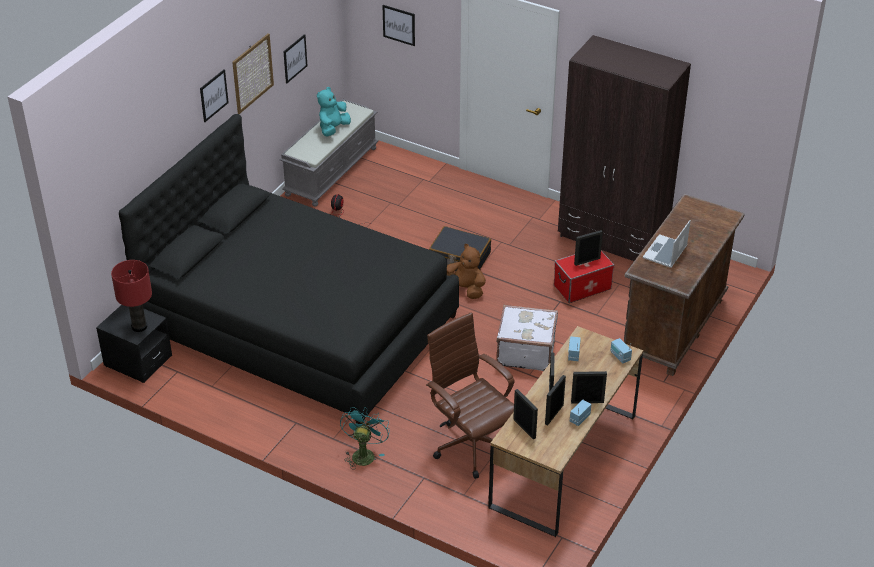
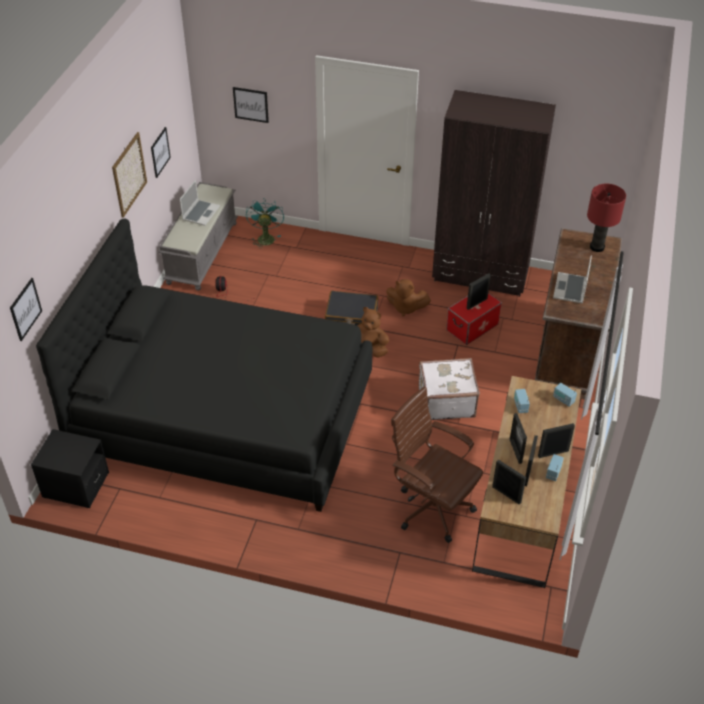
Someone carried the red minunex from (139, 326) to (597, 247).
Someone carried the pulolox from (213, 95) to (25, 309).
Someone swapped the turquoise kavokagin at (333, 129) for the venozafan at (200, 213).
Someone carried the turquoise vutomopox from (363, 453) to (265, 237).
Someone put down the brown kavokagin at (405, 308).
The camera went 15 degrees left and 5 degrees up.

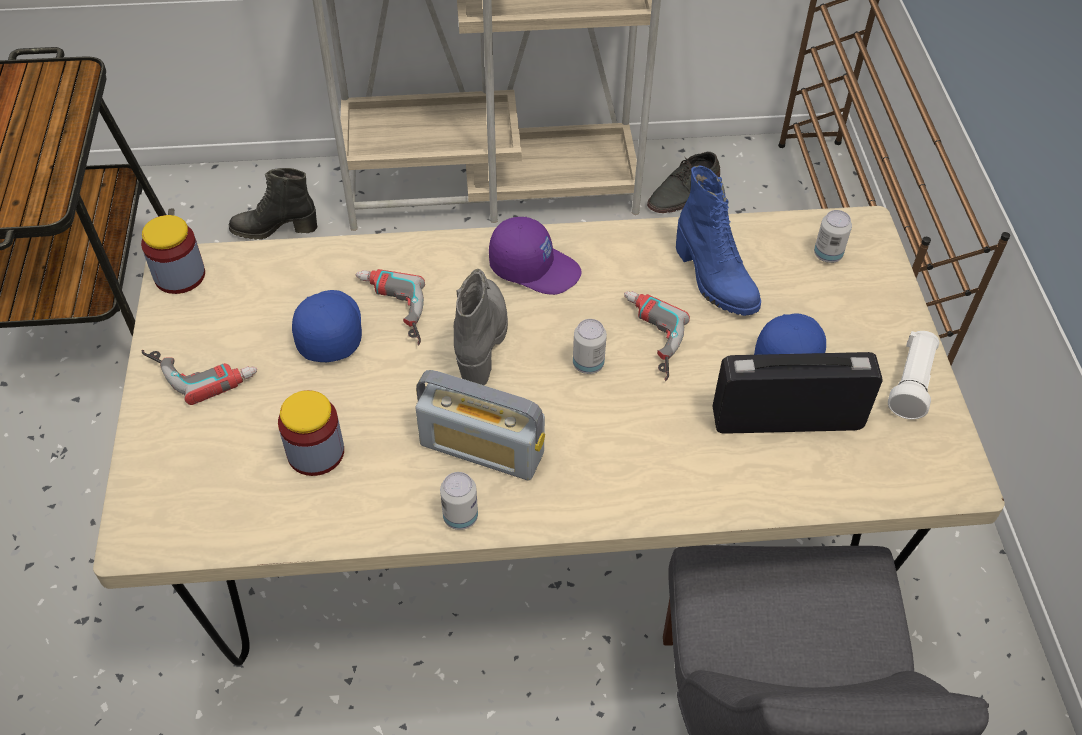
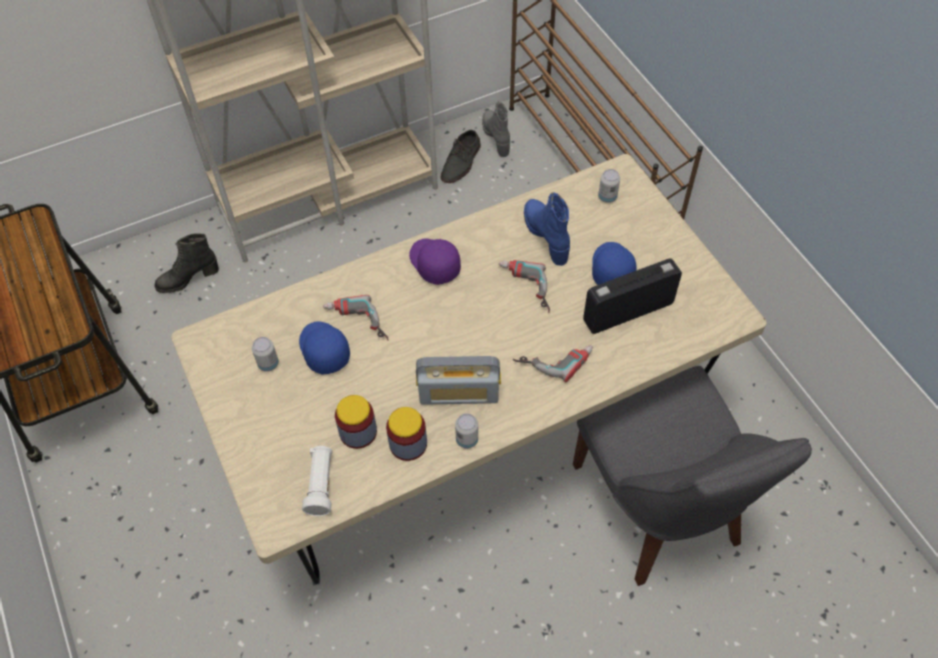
Someone carried the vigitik from (180, 276) to (408, 444).
Someone carried the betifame from (202, 368) to (554, 357).
Someone carried the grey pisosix from (482, 341) to (497, 137).
Someone rotated the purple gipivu at (535, 267) by 120 degrees counterclockwise.
Someone carried the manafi from (588, 364) to (268, 364).
Someone rotated the blue pisosix at (713, 280) by 150 degrees counterclockwise.
Someone carried the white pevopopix from (911, 384) to (321, 485).
The camera went 20 degrees left and 5 degrees up.

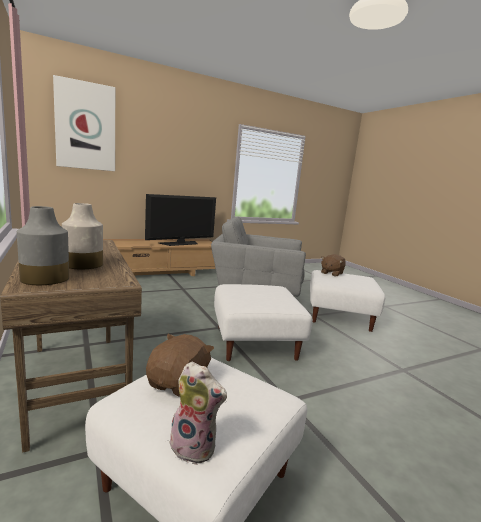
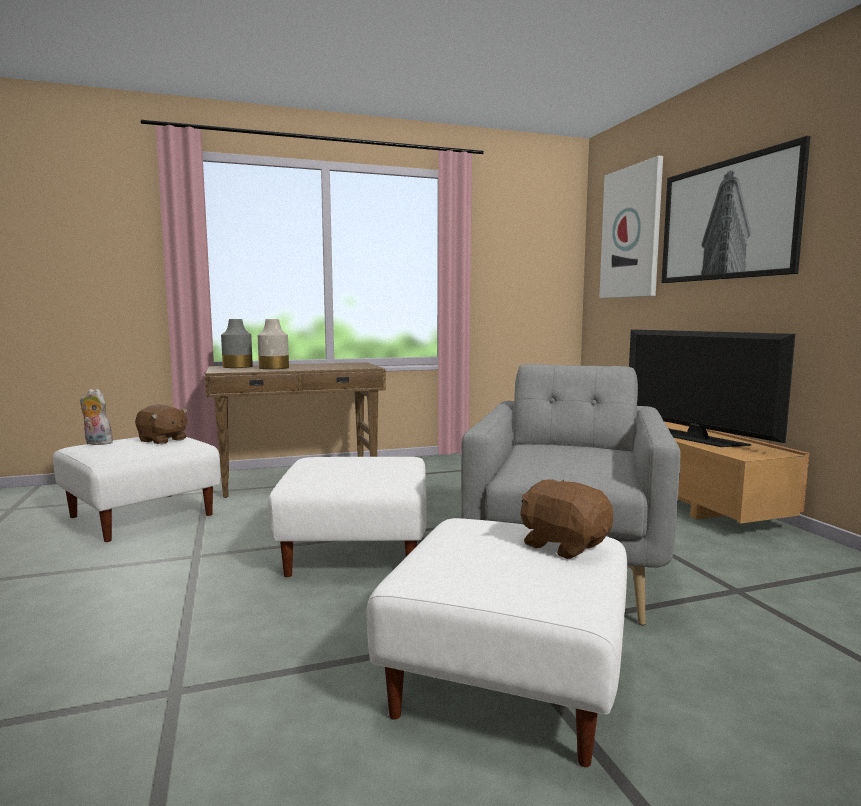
Someone rotated the kavokagin at (195, 446) by 75 degrees clockwise.
Someone put up the pulolox at (728, 220).
The camera went 100 degrees right and 5 degrees down.

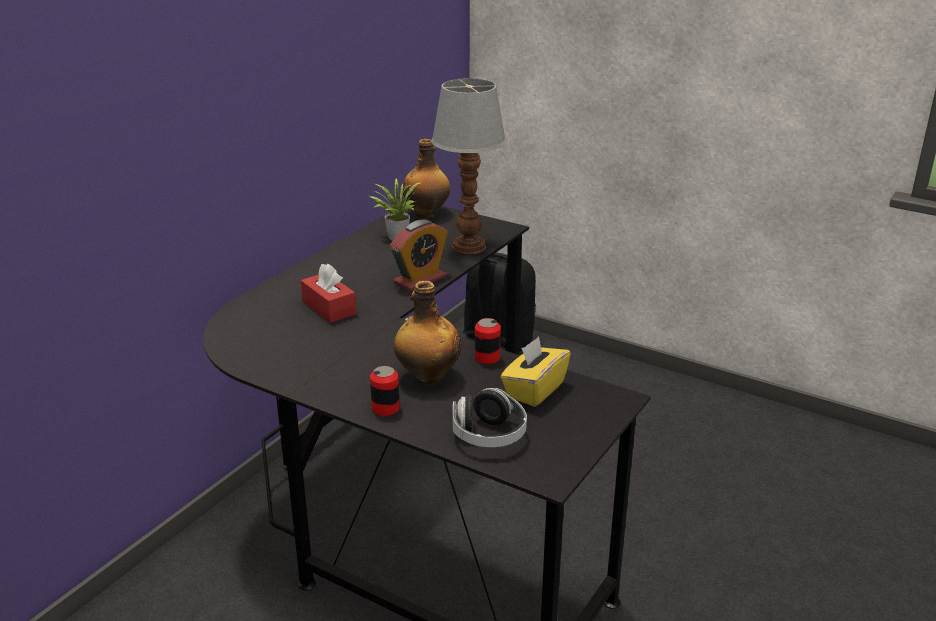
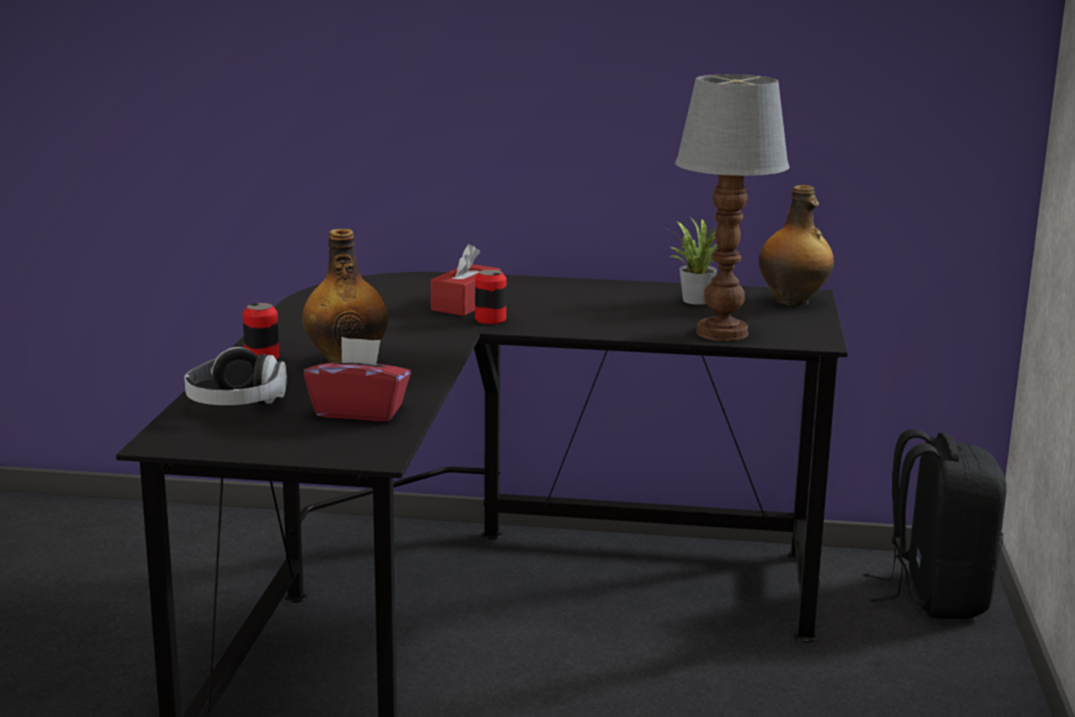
Someone took away the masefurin at (420, 280).
Someone carried the manafi from (487, 358) to (490, 320).
Someone repainted the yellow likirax at (534, 390), which became the red likirax at (359, 412).
The camera went 65 degrees right and 10 degrees down.

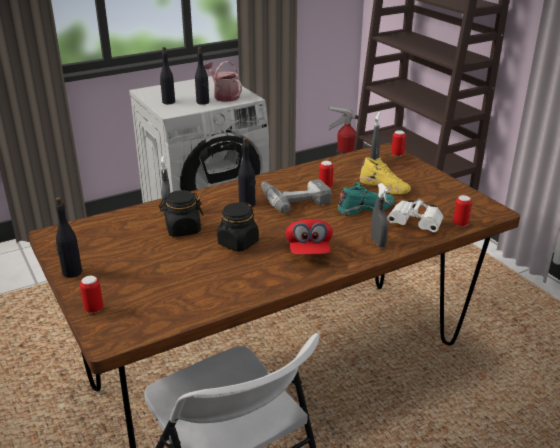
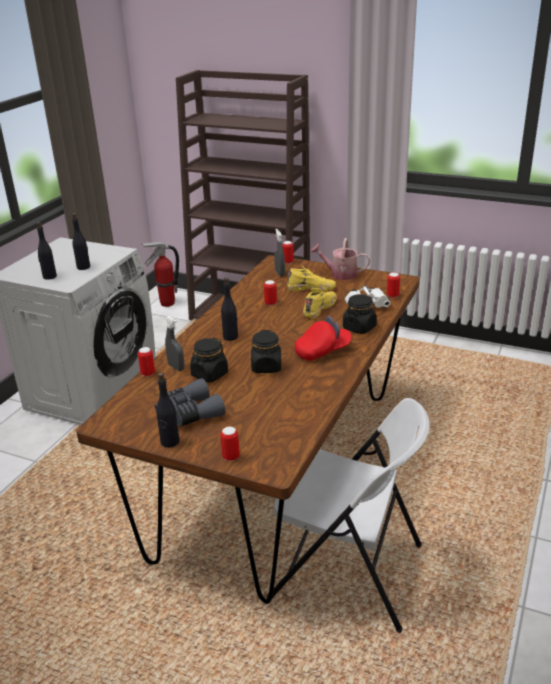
Someone carried the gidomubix from (224, 96) to (340, 274).
Someone took away the betifame at (294, 198).
Someone rotated the red gipivu at (308, 250) by 75 degrees counterclockwise.
Someone repainted the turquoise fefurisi at (365, 208), which became the yellow fefurisi at (319, 308).
Someone swapped the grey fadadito at (378, 242) for the black vigitik at (359, 327).
Someone put down the manafi at (148, 373).
Someone put down the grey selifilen at (188, 413).
The camera went 35 degrees left and 0 degrees up.

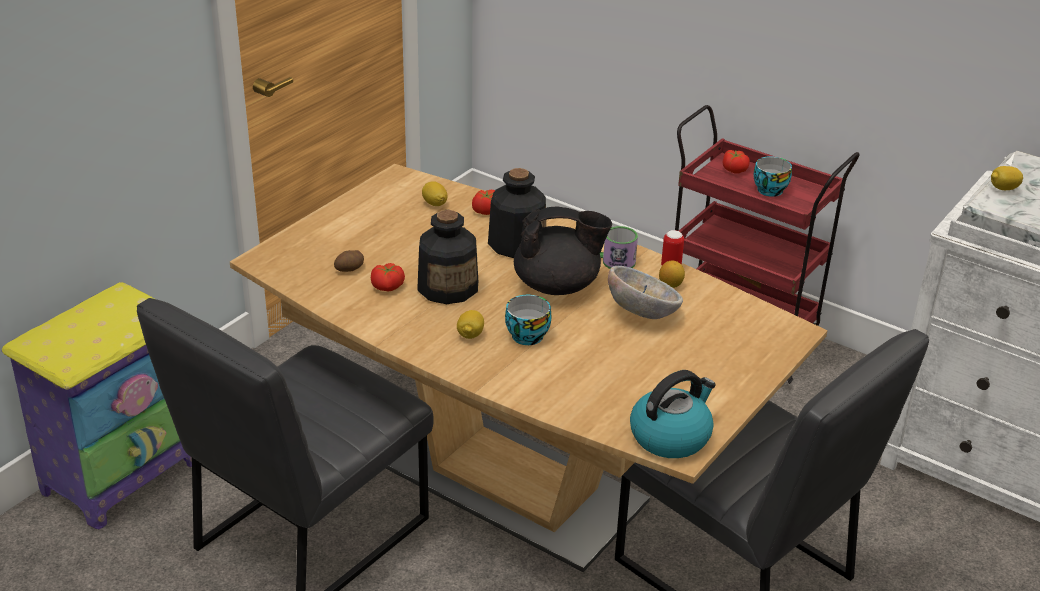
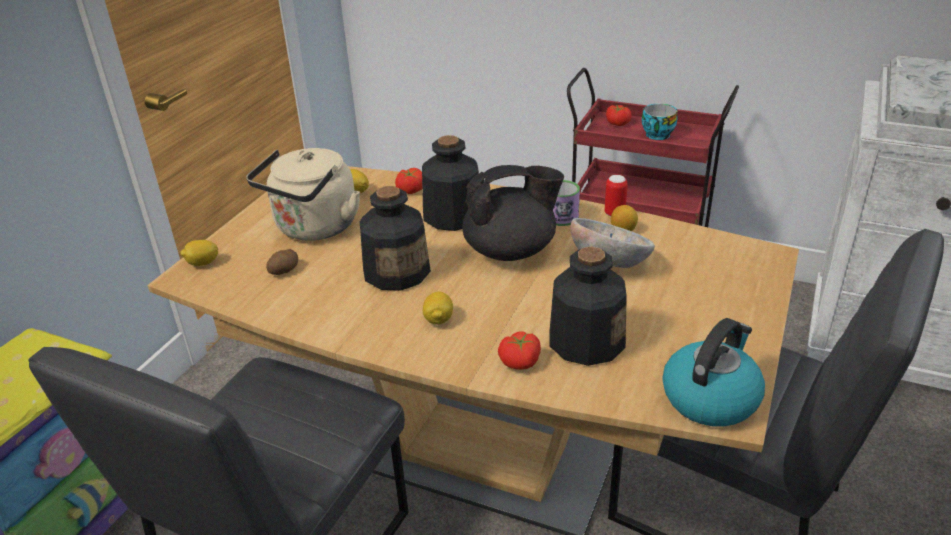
Someone carried the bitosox from (388, 287) to (520, 362).
Someone took away the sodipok at (526, 334).
Someone carried the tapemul from (1003, 188) to (203, 263).
Someone put down the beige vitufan at (314, 228).
Someone put down the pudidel at (585, 341).
The camera went 10 degrees left and 0 degrees up.

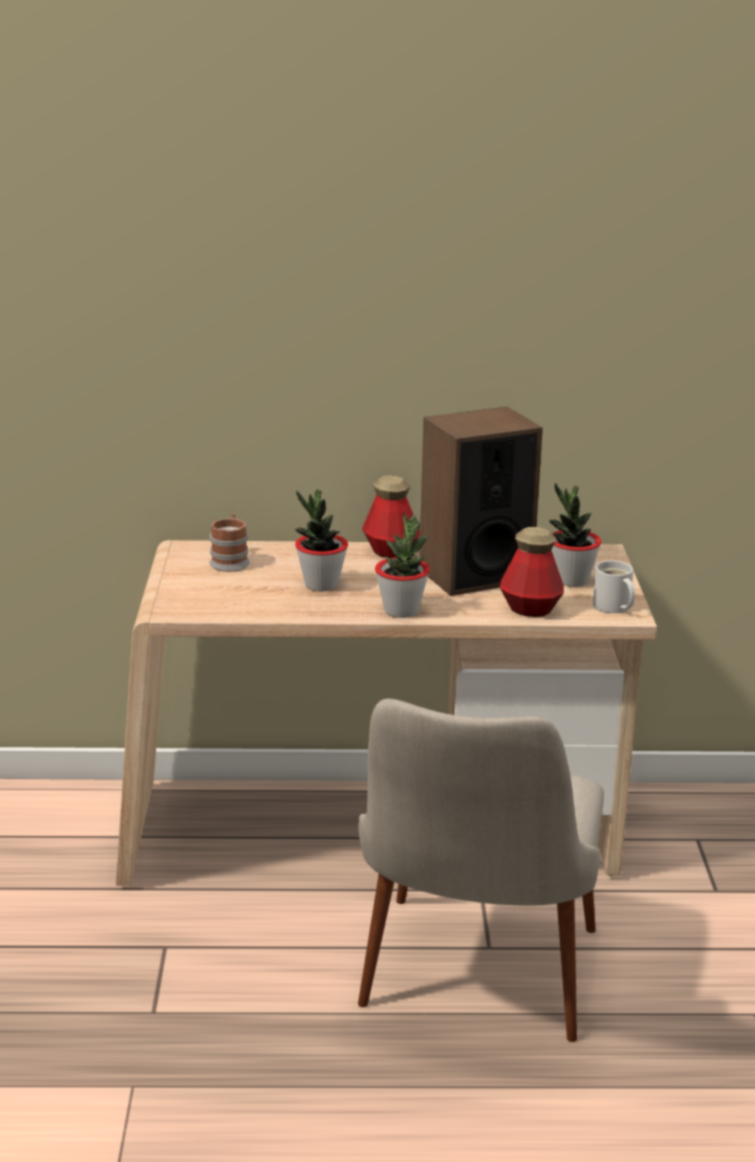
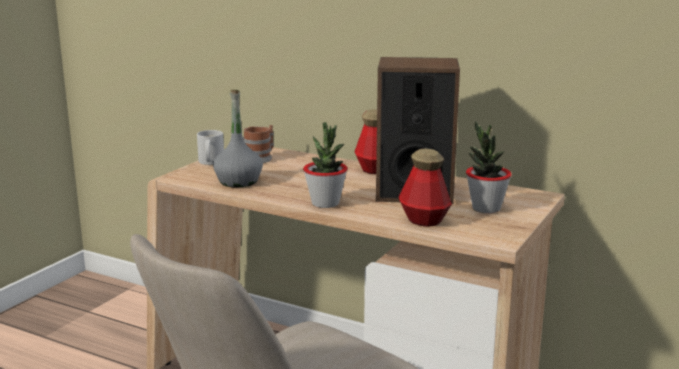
Someone took away the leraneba at (321, 585).
Someone carried the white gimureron from (612, 607) to (210, 162).
Someone put down the grey pudidel at (238, 181).
The camera went 30 degrees right and 5 degrees down.

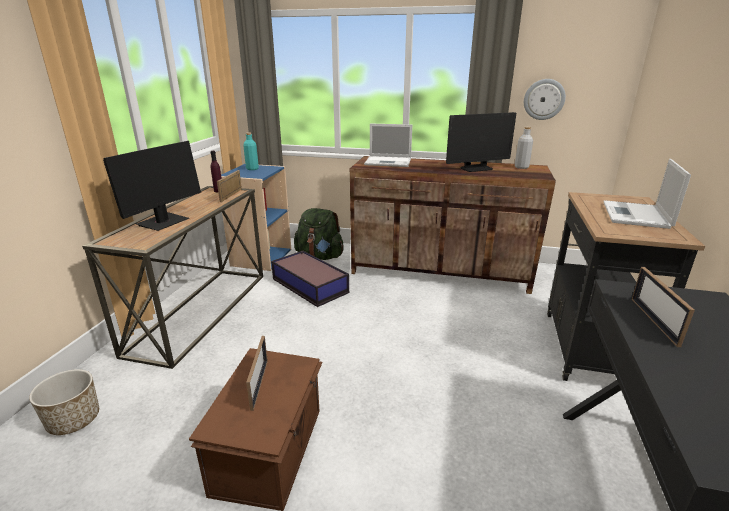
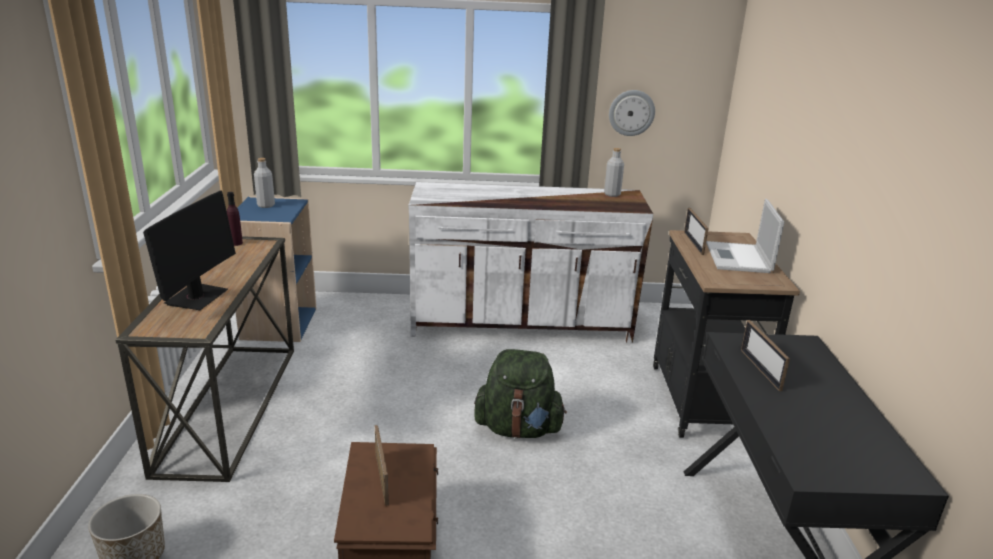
Someone carried the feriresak from (231, 195) to (693, 243).
Someone repainted the turquoise pudidel at (252, 169), which became the grey pudidel at (266, 205).
Someone took away the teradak at (309, 285).
Someone carried the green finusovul from (320, 256) to (518, 429).
Someone repainted the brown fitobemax at (441, 272), which became the white fitobemax at (522, 324).
Someone took away the venozafan at (389, 162).
Someone took away the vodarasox at (476, 168).
The camera went 15 degrees left and 0 degrees up.

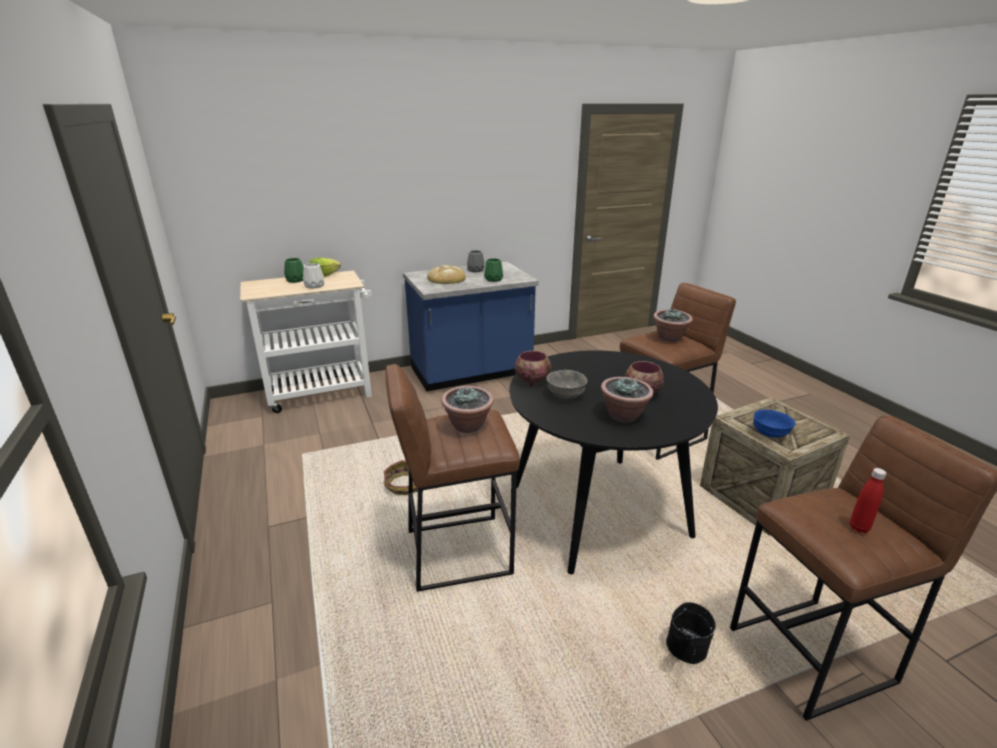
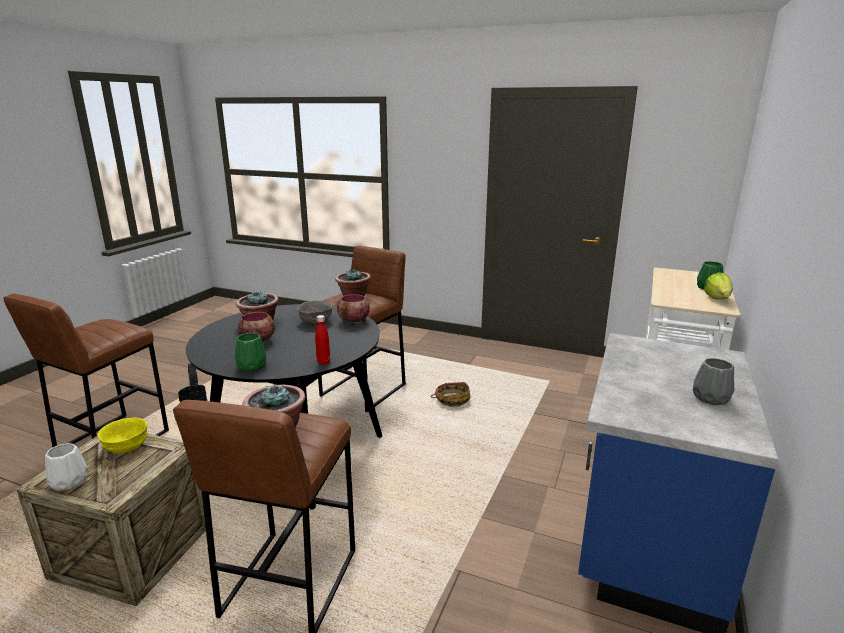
Someone carried the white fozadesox from (315, 286) to (69, 482).
Someone took away the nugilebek at (447, 278).
Someone carried the green fozadesox from (494, 279) to (251, 366).
Someone repainted the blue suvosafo at (769, 434), which became the yellow suvosafo at (127, 447).
Someone carried the red pudidel from (859, 528) to (323, 362).
The camera went 135 degrees right and 5 degrees down.

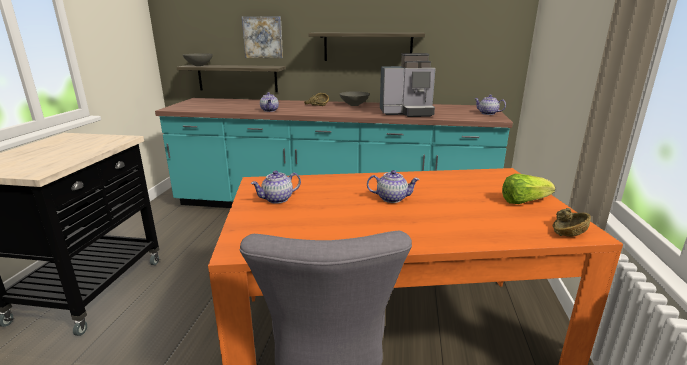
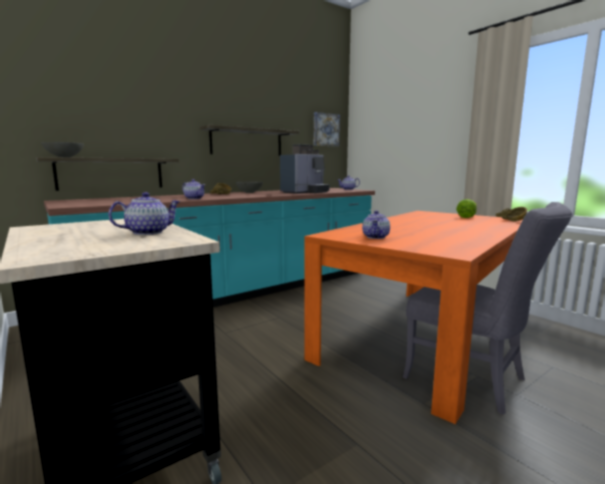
Someone carried the pulolox from (263, 37) to (325, 130).
Someone carried the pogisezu from (392, 198) to (148, 232).
The camera went 45 degrees left and 10 degrees down.

